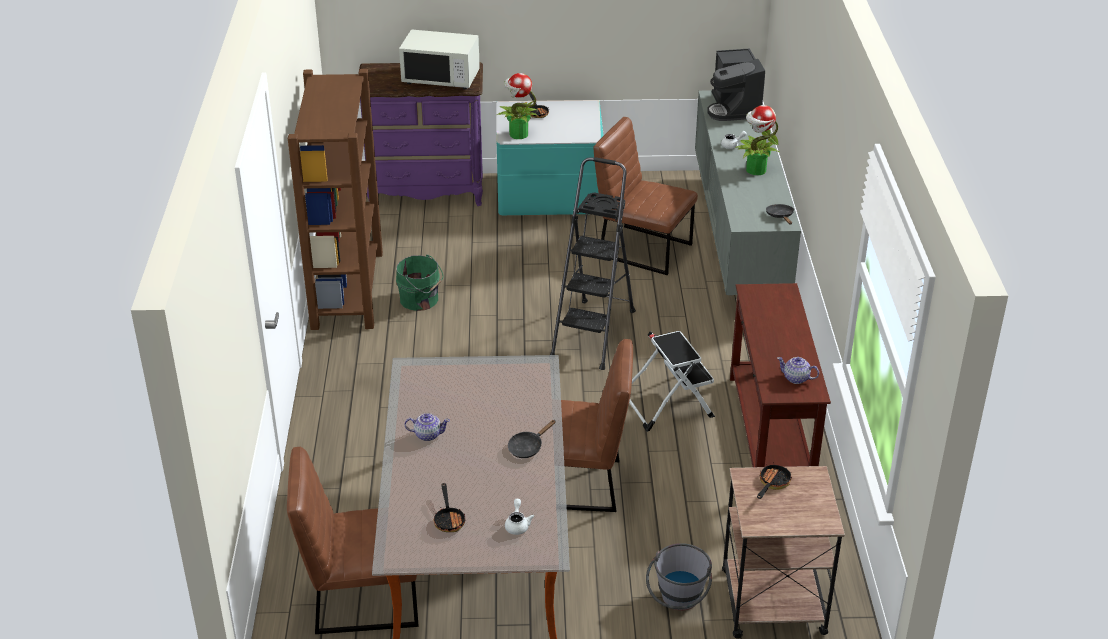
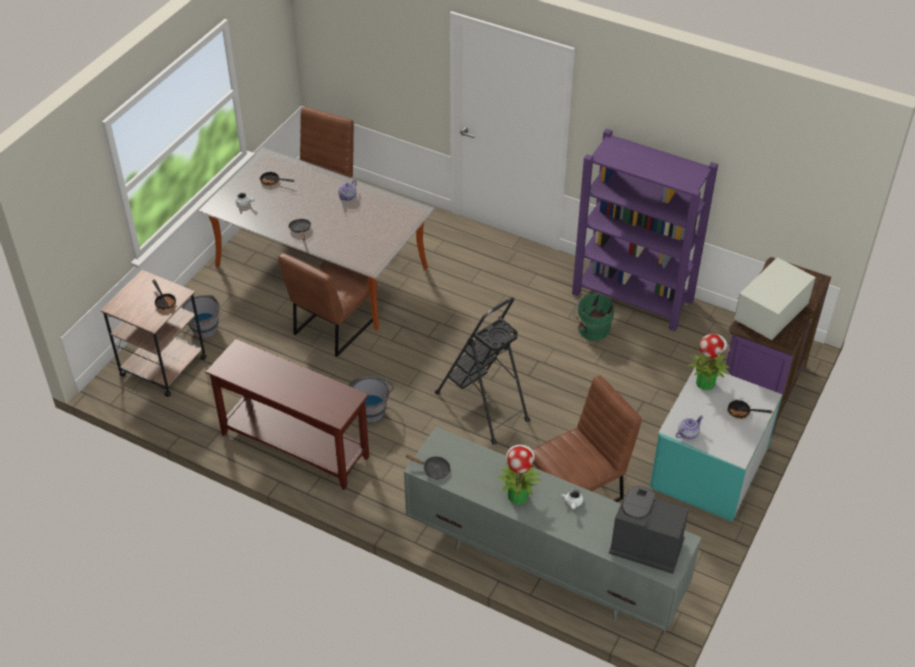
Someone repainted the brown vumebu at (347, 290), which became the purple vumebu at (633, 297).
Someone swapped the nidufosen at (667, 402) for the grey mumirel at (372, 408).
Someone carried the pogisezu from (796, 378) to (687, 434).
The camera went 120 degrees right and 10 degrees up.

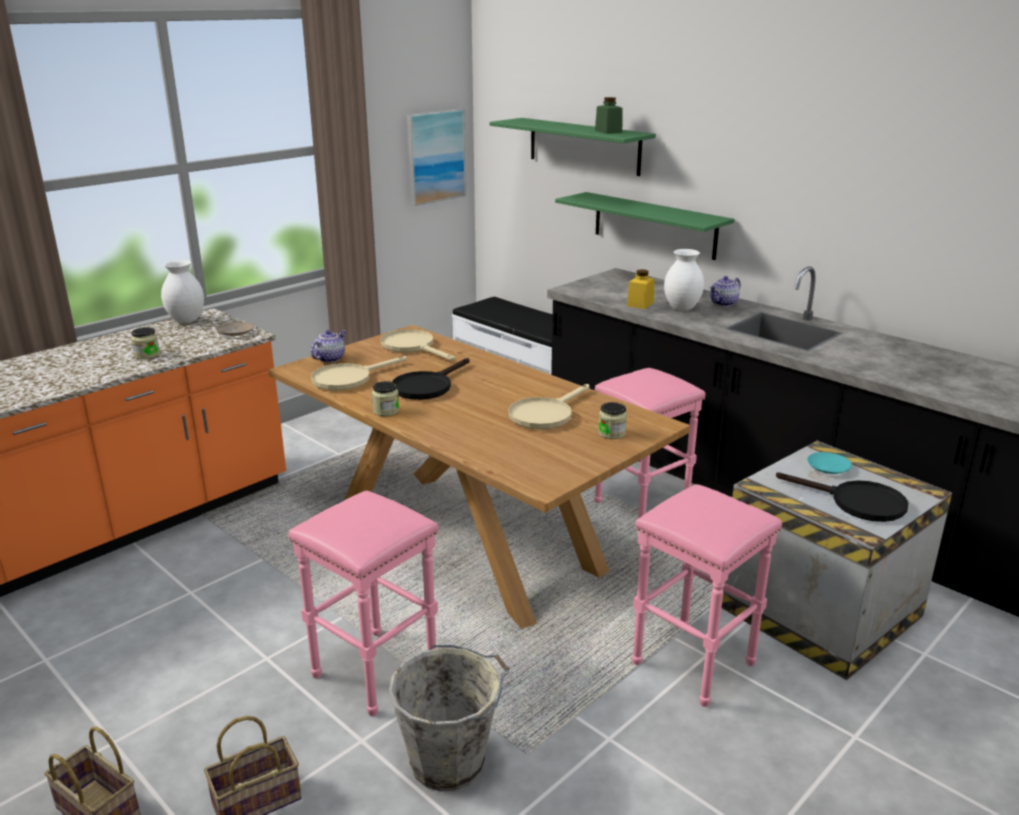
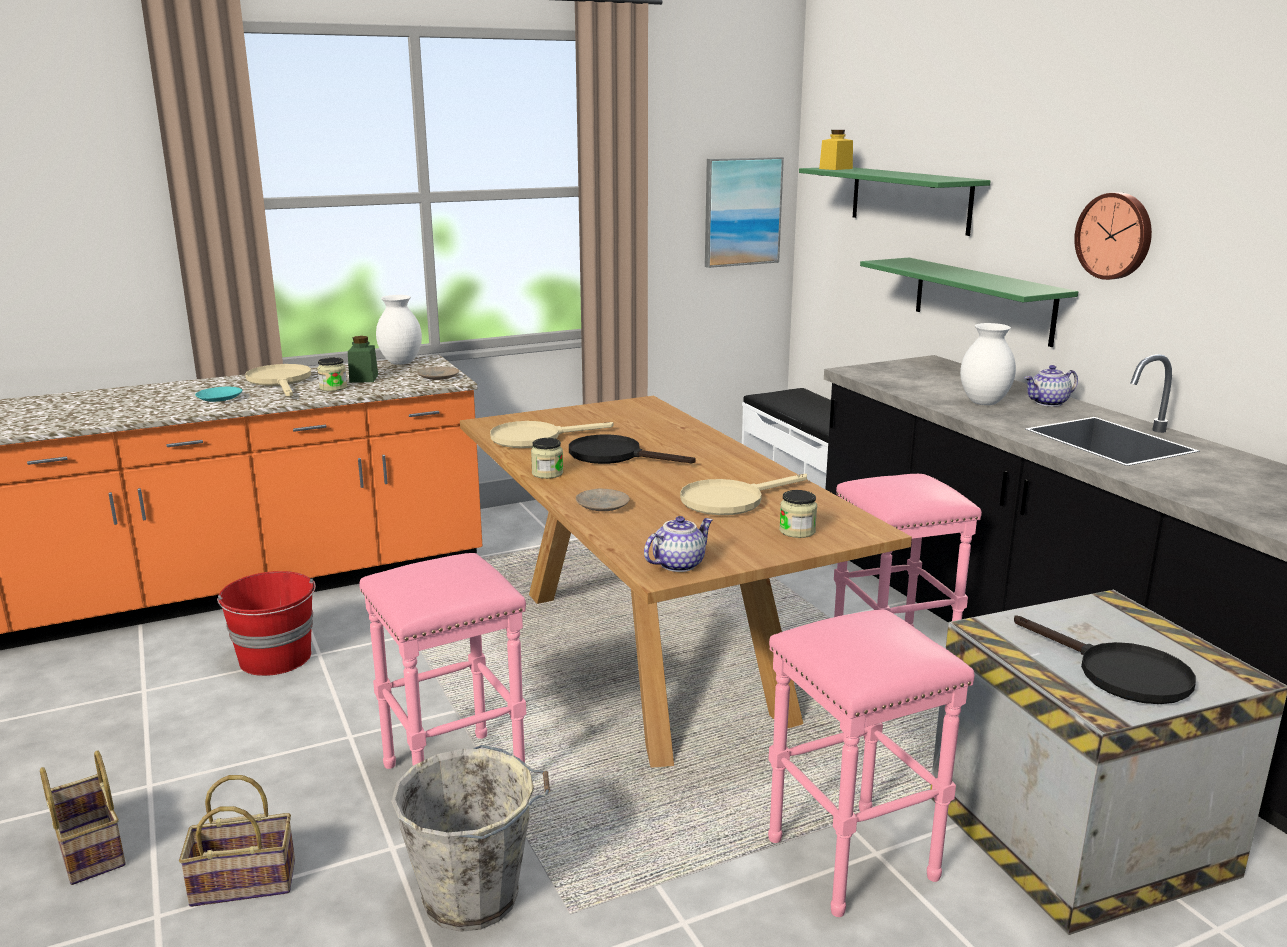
Someone carried the pogisezu from (329, 358) to (678, 564).
Someone carried the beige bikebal from (413, 347) to (281, 382).
Someone rotated the black bikebal at (427, 386) by 60 degrees clockwise.
Someone carried the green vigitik from (608, 131) to (364, 378).
Someone carried the yellow vigitik from (640, 304) to (835, 168).
Someone carried the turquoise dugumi from (828, 468) to (219, 399).
Someone put down the red mumirel at (276, 658).
Someone put down the beige dugumi at (602, 506).
Someone put up the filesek at (1115, 236).
The camera went 20 degrees right and 5 degrees down.

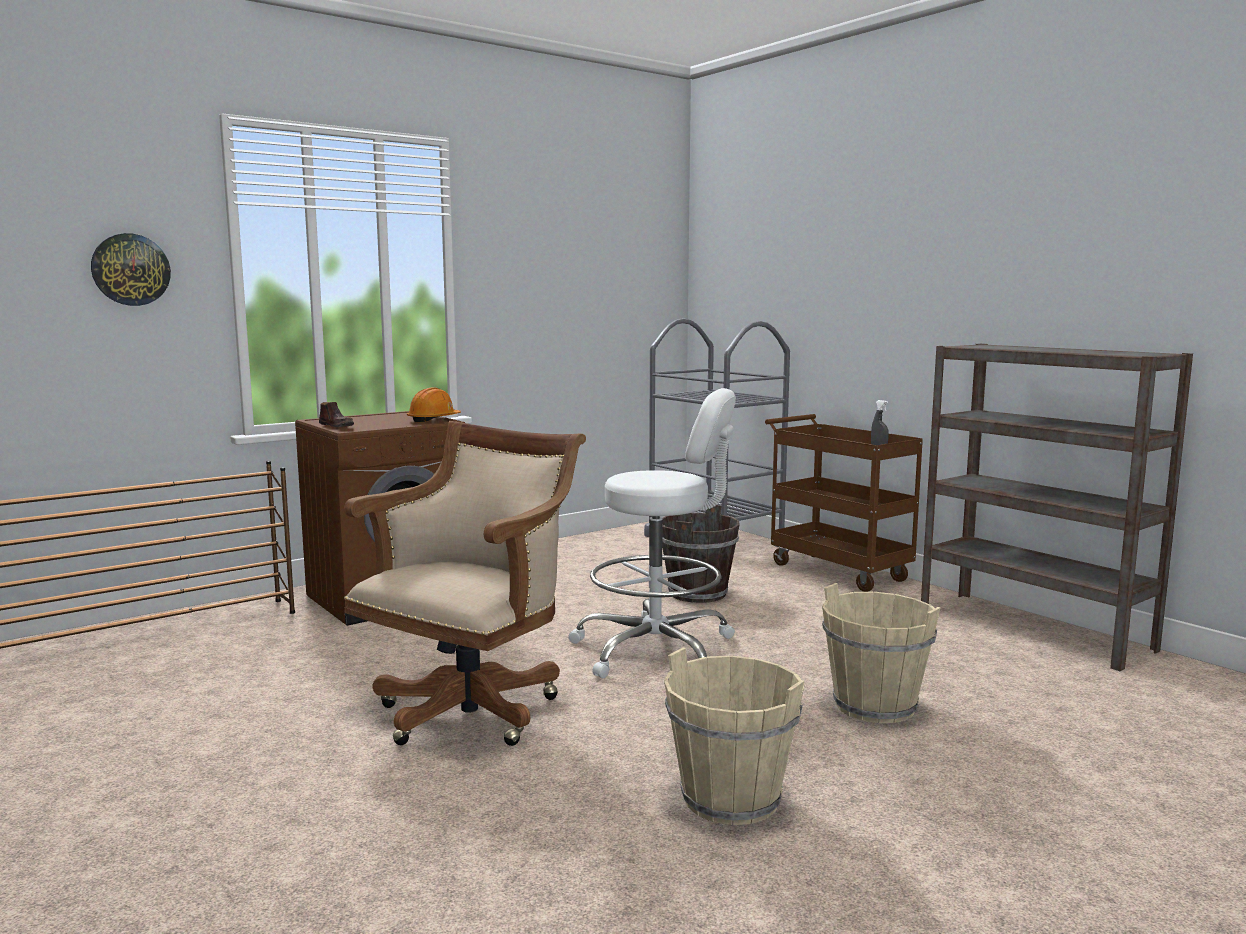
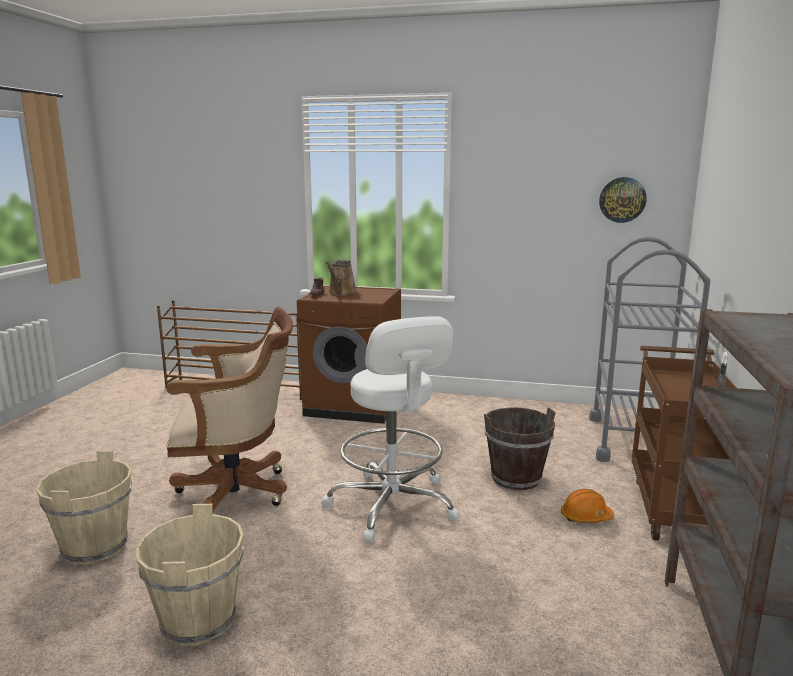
Someone carried the filesek from (131, 269) to (622, 200).
Someone carried the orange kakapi from (433, 419) to (586, 517).
Someone carried the beige mumirel from (875, 706) to (95, 547).
Someone put down the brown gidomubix at (341, 293).
The camera went 50 degrees right and 5 degrees up.

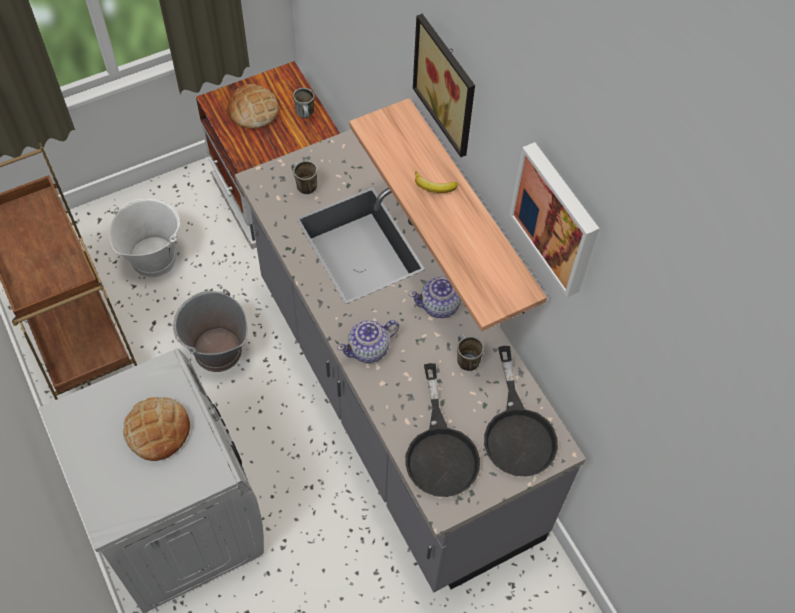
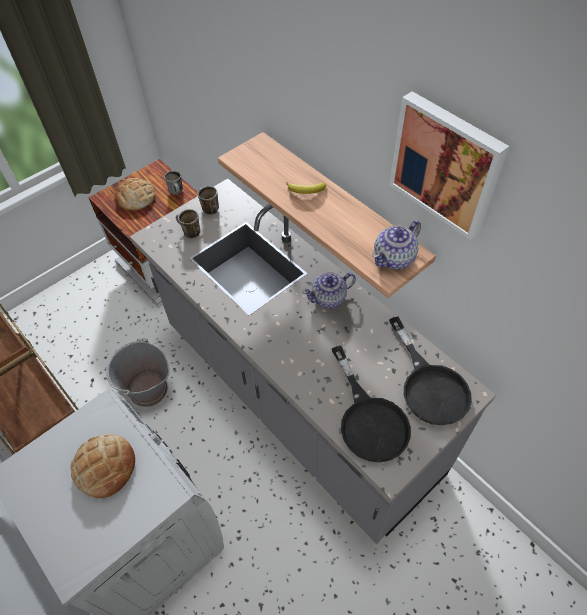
Someone took away the white mumirel at (153, 258).
Someone carried the pogisezu from (369, 349) to (394, 258).
Someone took away the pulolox at (448, 84).
Someone carried the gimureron from (465, 359) to (208, 208).
The camera went 10 degrees left and 5 degrees down.

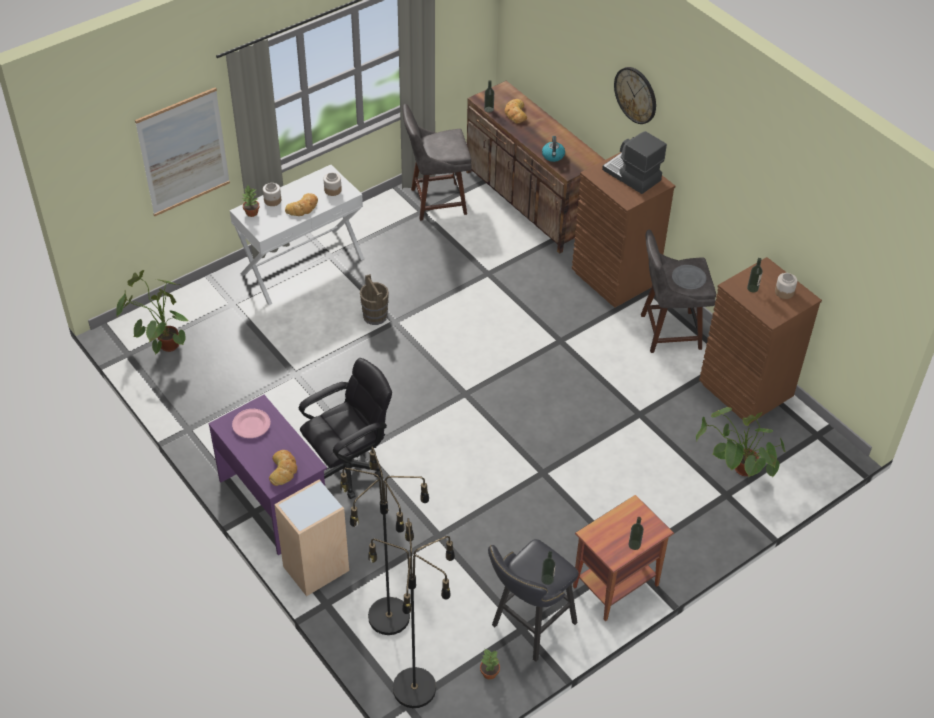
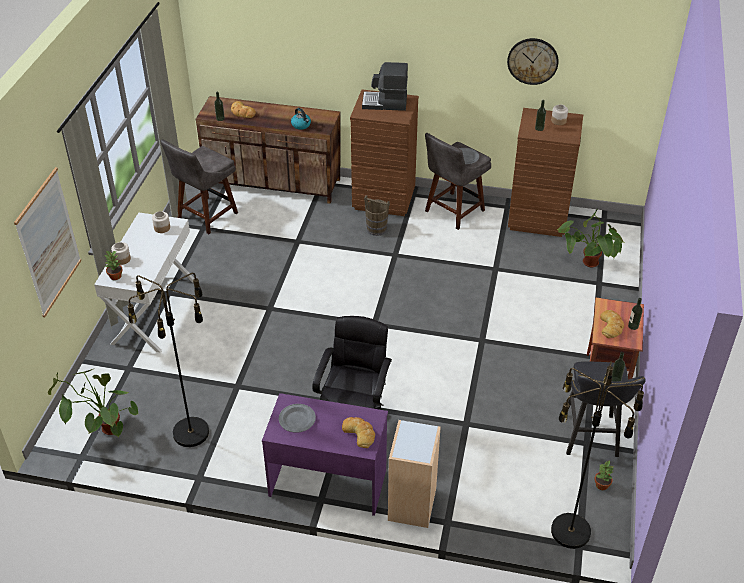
Someone repainted the pink dugumi at (251, 425), which became the grey dugumi at (297, 420).
Someone carried the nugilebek from (303, 208) to (611, 326).
Someone carried the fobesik from (388, 617) to (190, 433).
Someone carried the brown mumirel from (375, 316) to (376, 229).
Someone carried the filesek from (636, 95) to (532, 61).
The camera went 40 degrees left and 5 degrees down.

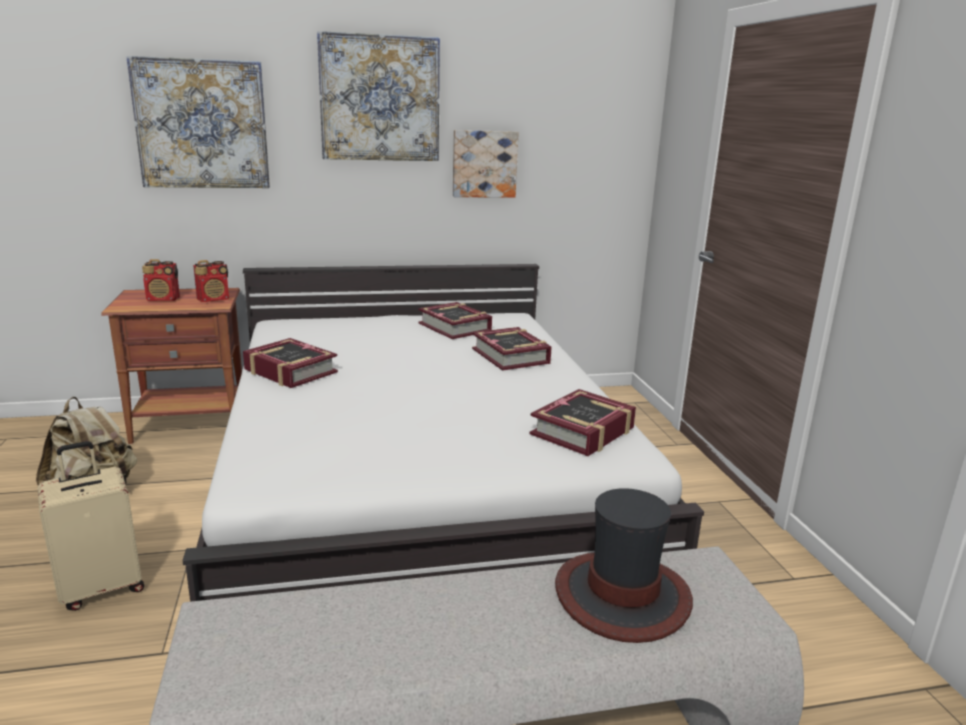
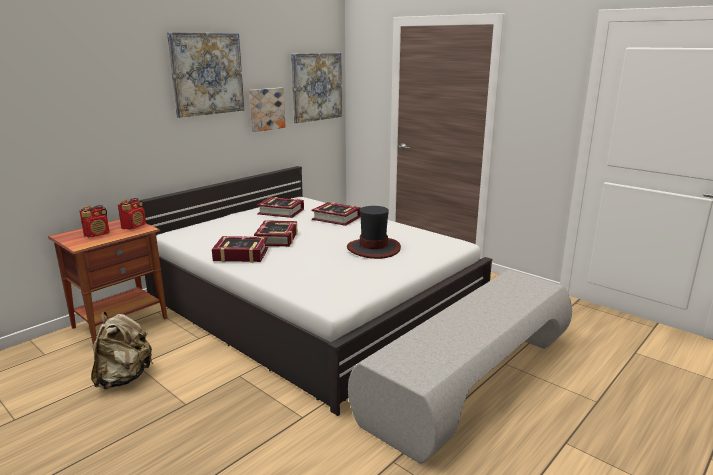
Someone took away the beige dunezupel at (102, 588).
Someone carried the pulolox from (202, 124) to (316, 87).
Someone carried the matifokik from (583, 431) to (277, 238).
Someone carried the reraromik from (622, 596) to (373, 248).
The camera went 35 degrees left and 0 degrees up.

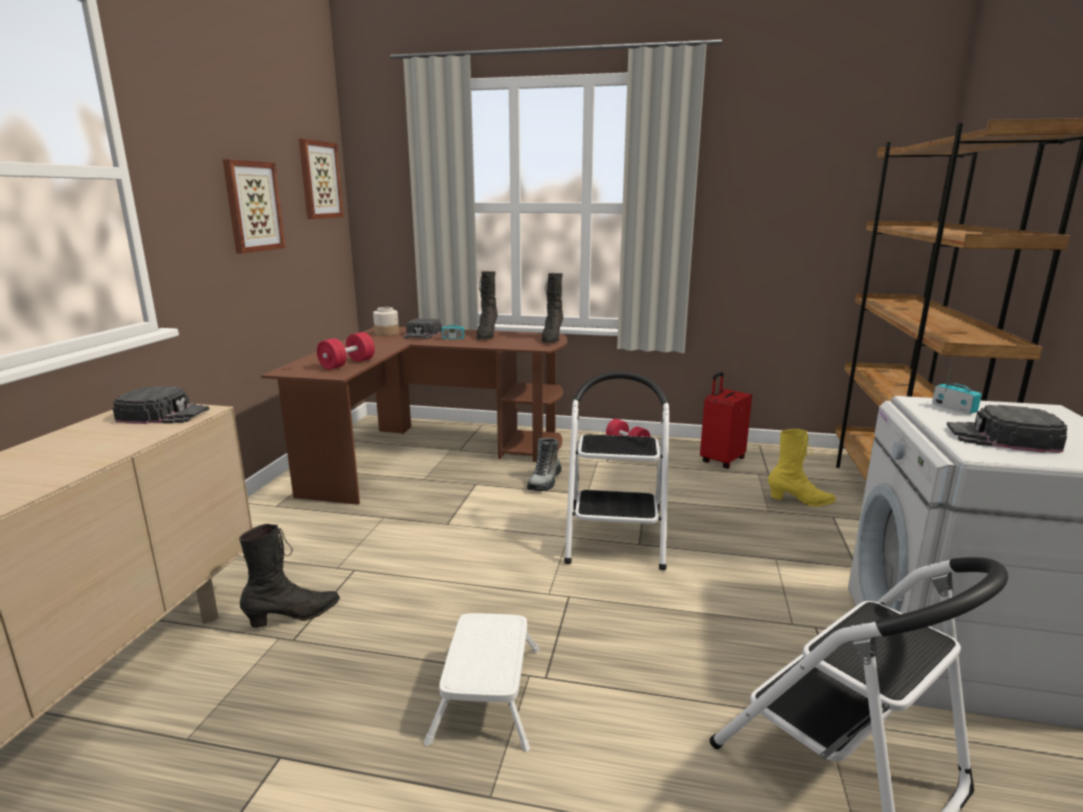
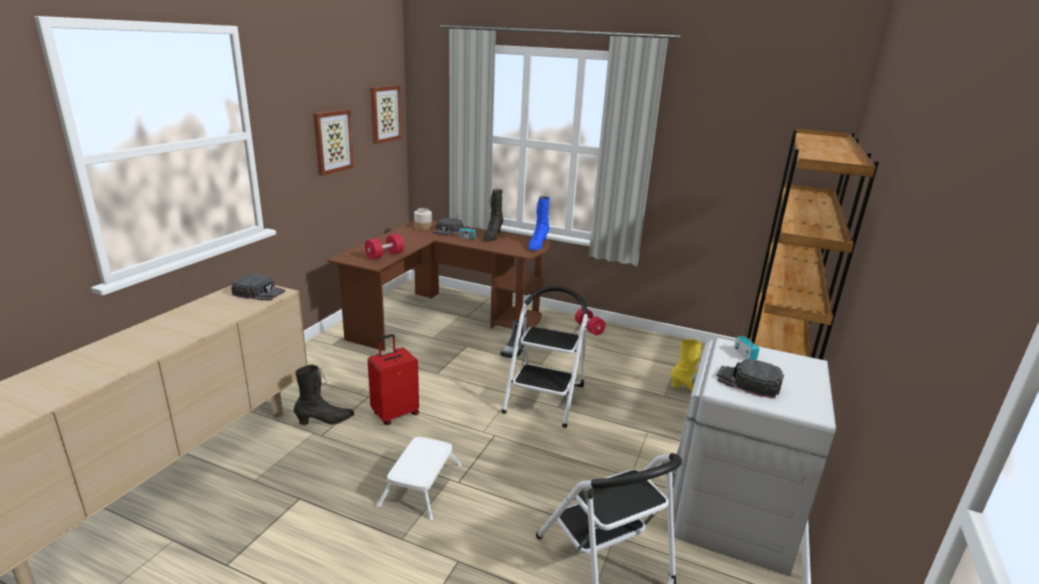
Someone repainted the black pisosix at (551, 339), which became the blue pisosix at (537, 245).
Someone carried the red dunezupel from (721, 460) to (395, 414).
The camera went 10 degrees right and 5 degrees up.

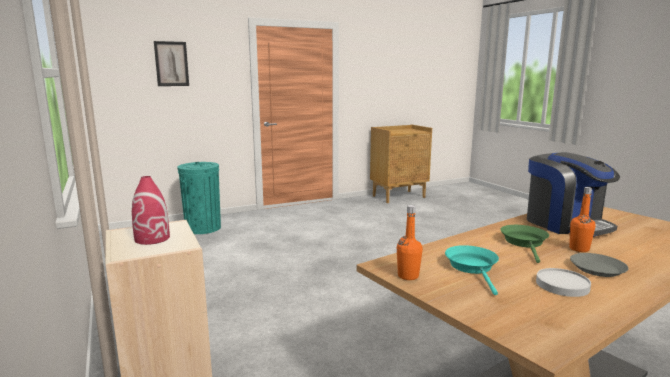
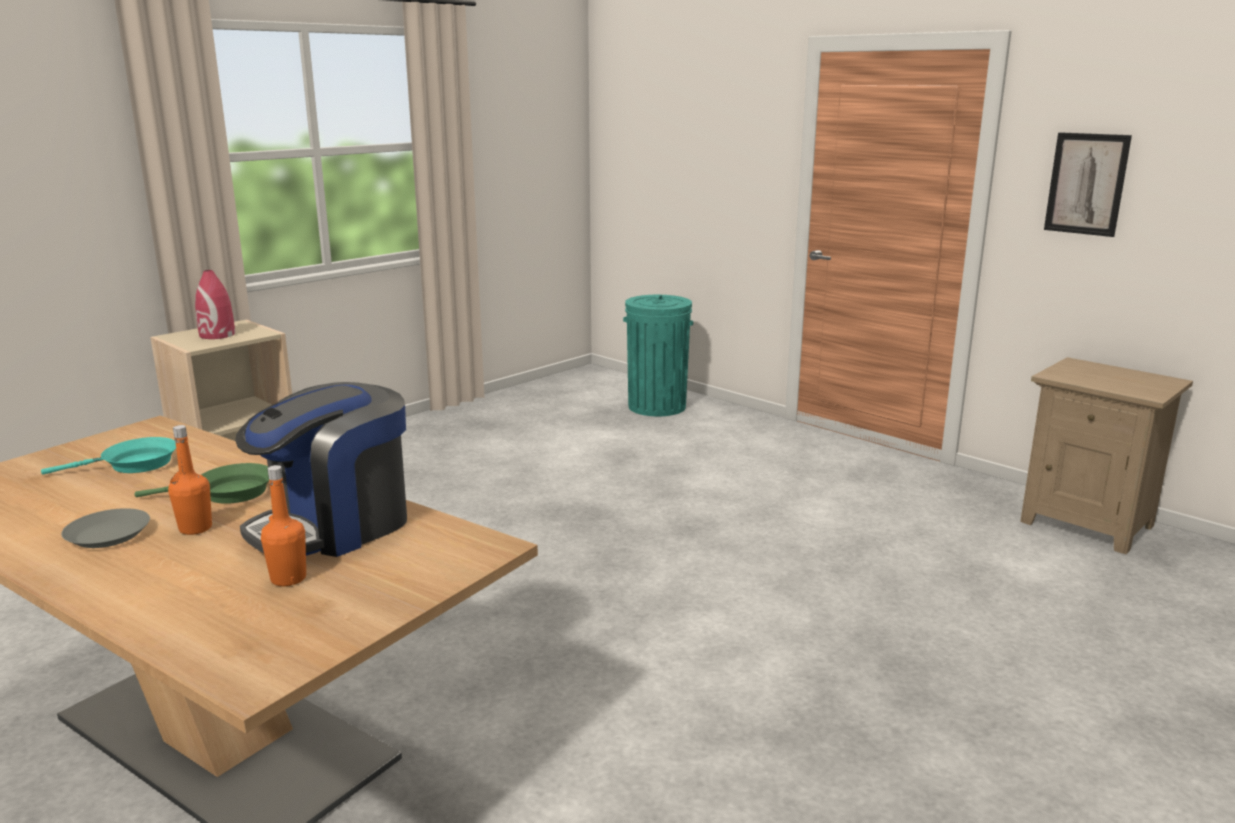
Someone carried the pulolox from (171, 64) to (1086, 184).
Someone swapped the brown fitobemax at (399, 196) for the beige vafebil at (1087, 525).
Someone carried the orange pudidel from (408, 276) to (288, 578).
Someone took away the white dugumi at (562, 285).
The camera went 70 degrees right and 5 degrees up.

